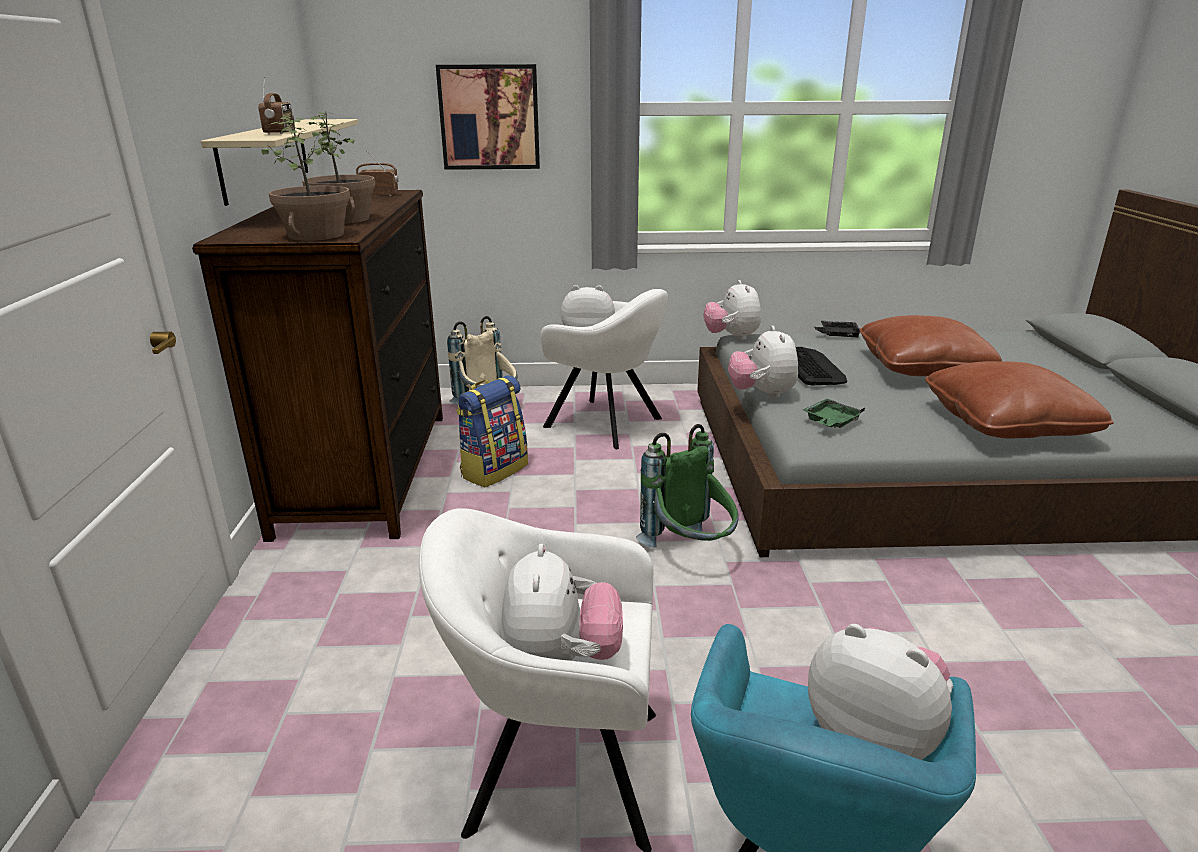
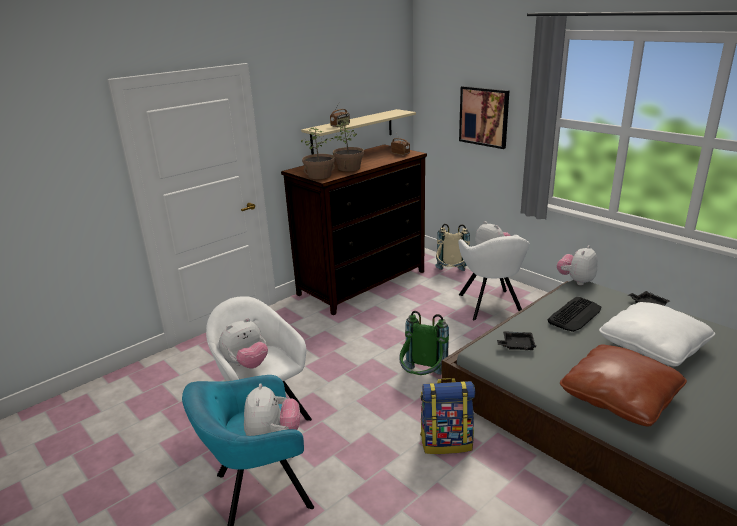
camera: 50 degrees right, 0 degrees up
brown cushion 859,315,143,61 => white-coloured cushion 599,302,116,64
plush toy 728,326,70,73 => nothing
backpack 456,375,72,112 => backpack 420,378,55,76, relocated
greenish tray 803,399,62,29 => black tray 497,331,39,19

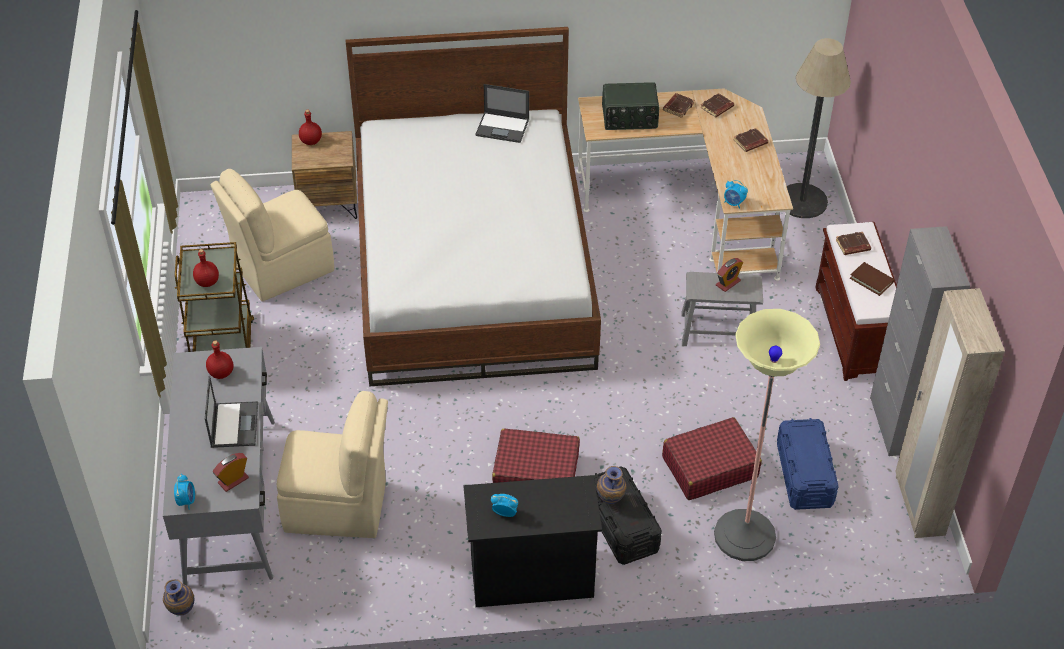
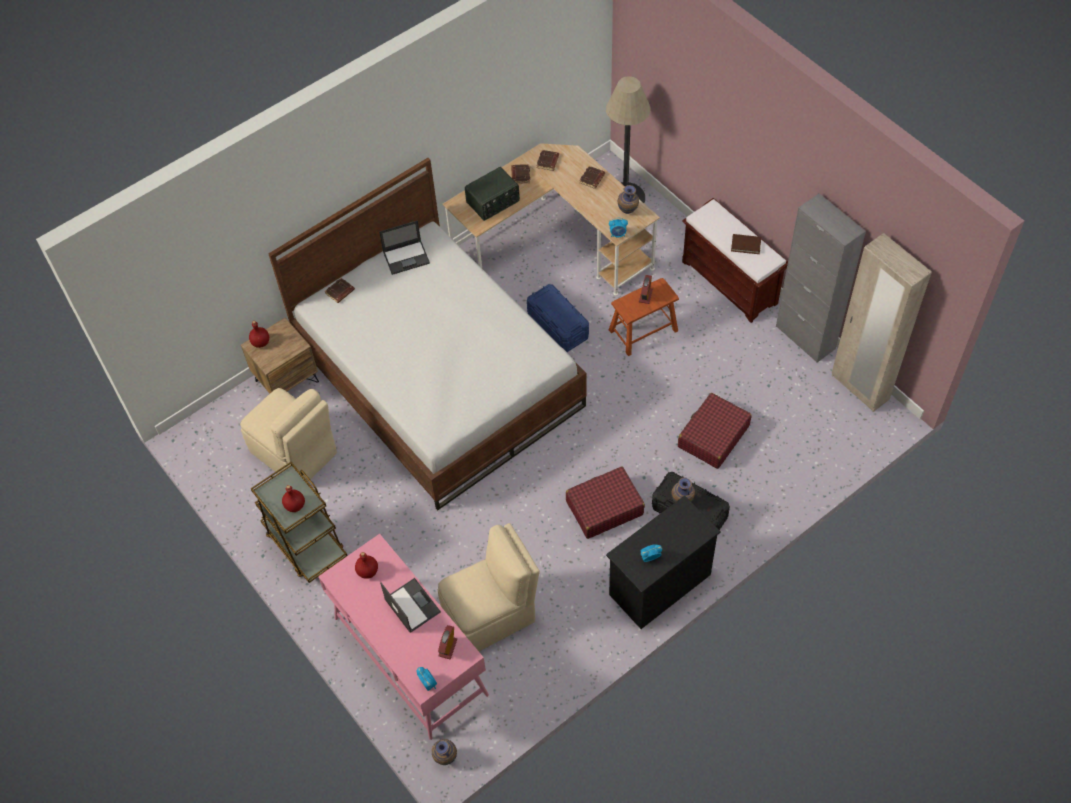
camera: 30 degrees left, 10 degrees up
sand-coloured upright chair 211,169,123,132 => sand-coloured upright chair 240,388,97,93, 75 degrees counterclockwise
brown volume 836,232,35,23 => brown volume 325,278,30,25, relocated
grey stool seat 681,272,82,74 => brown stool seat 609,278,70,78
floor lamp 714,309,106,252 => nothing
grey desk table 163,347,112,238 => pinkish desk table 318,534,171,206
bluish storage box 777,418,62,92 => bluish storage box 527,284,62,68, relocated
nothing => flower vase 618,185,21,29

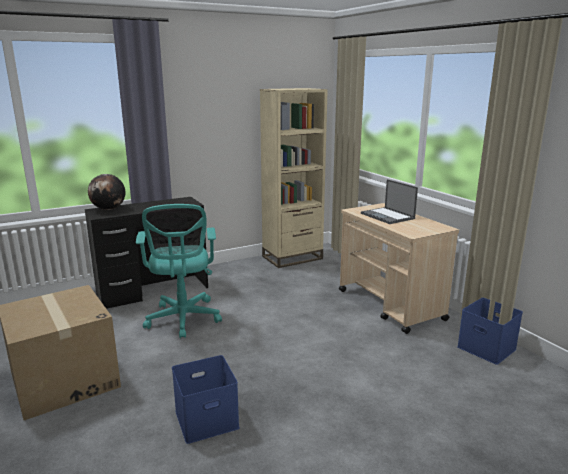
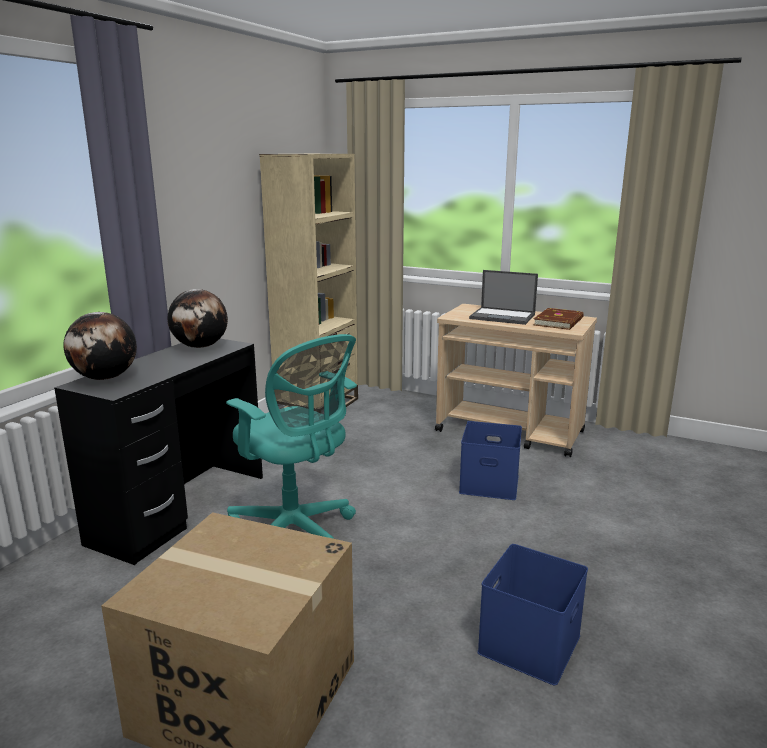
camera: 35 degrees left, 0 degrees up
bluish storage box 457,298,66,67 => bluish storage box 459,421,63,79, relocated
nothing => globe 167,289,61,59
nothing => brown volume 534,308,50,22

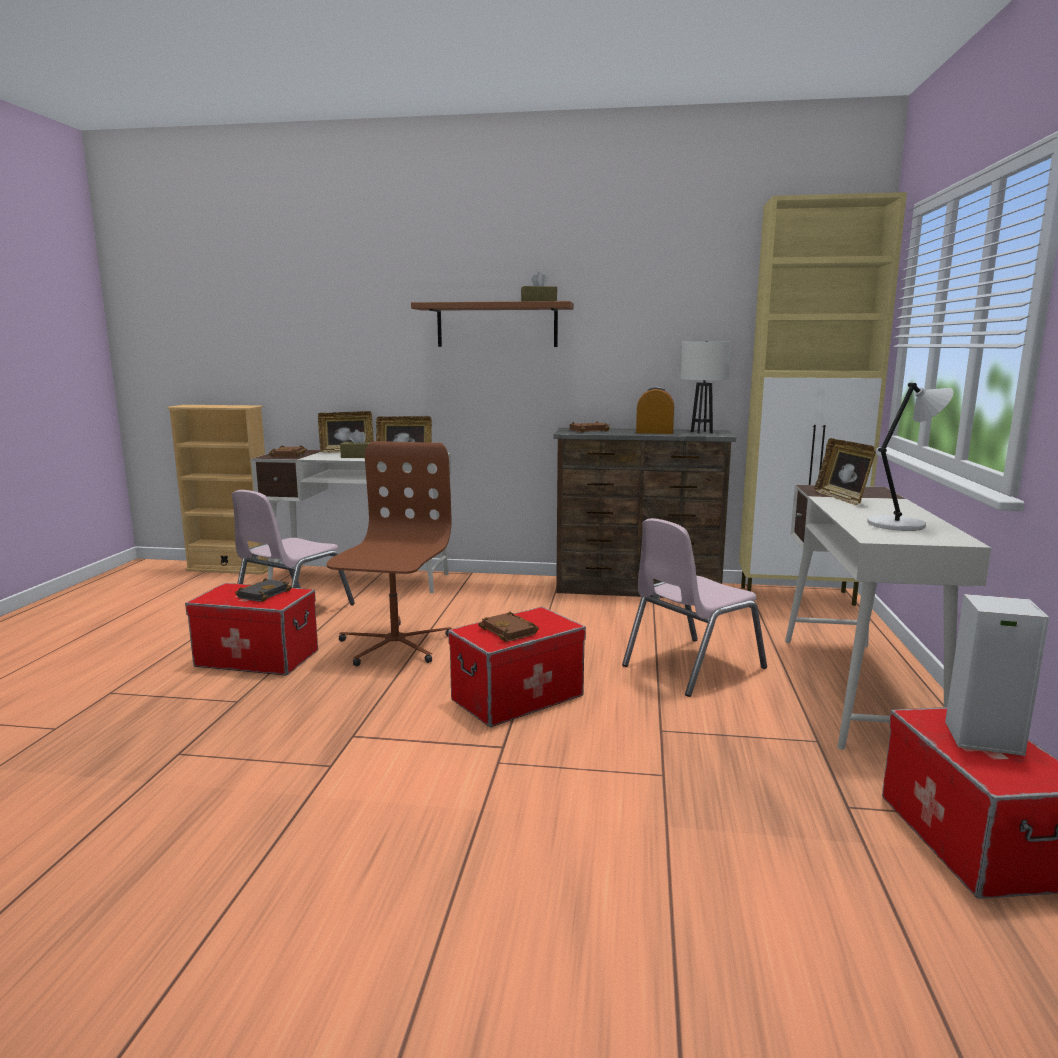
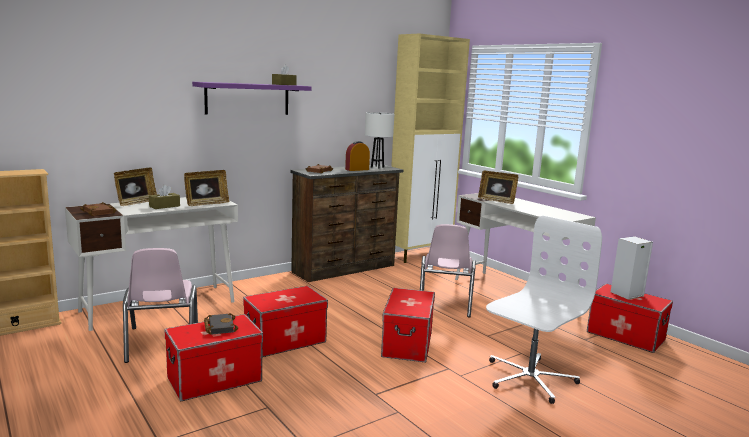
camera: 45 degrees left, 0 degrees up
brown wall shelf 411,301,163,46 => purple-coloured wall shelf 192,82,119,33
grey table lamp 867,383,86,148 => nothing
brown office chair 326,441,126,225 => storage box 243,286,85,71
brown volume 478,612,61,30 => nothing
nothing => white-coloured office chair 486,215,116,189

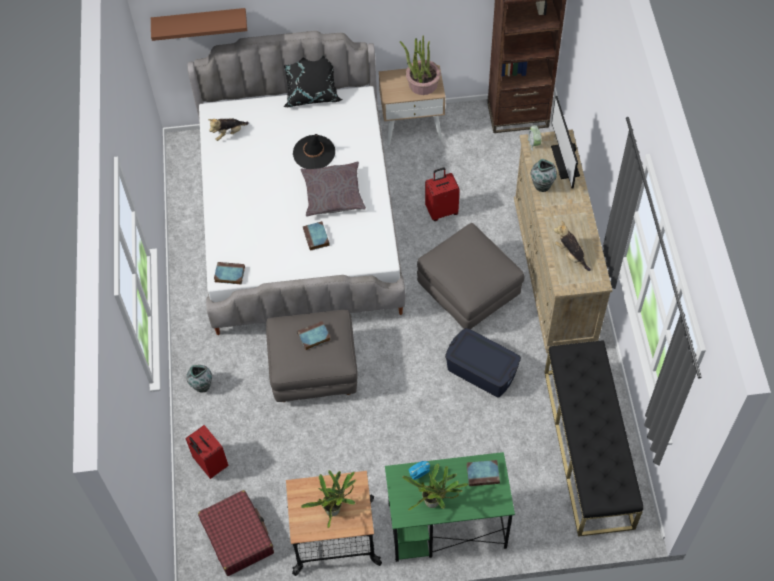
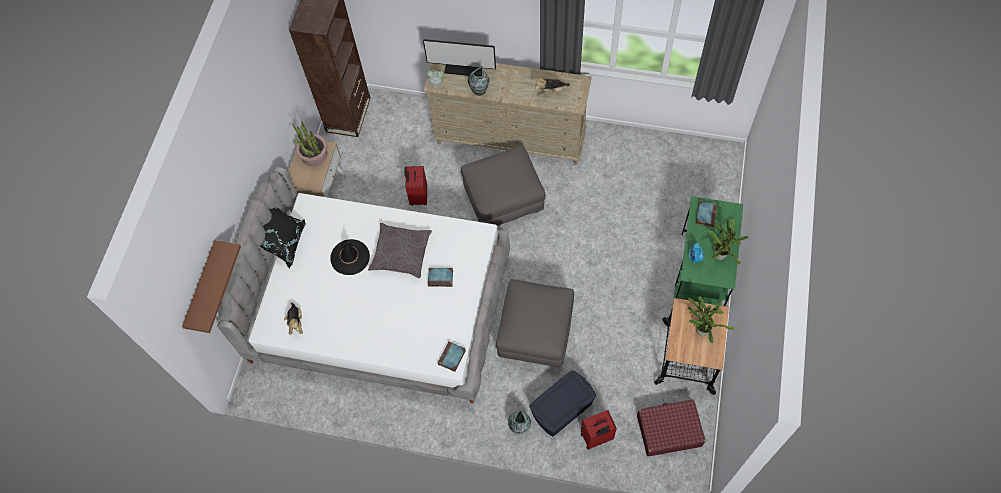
camera: 70 degrees left, 5 degrees up
volume 297,321,34,29 => nothing
bluish storage box 445,328,76,70 => bluish storage box 530,370,66,67, relocated
black long seat 544,340,100,197 => nothing

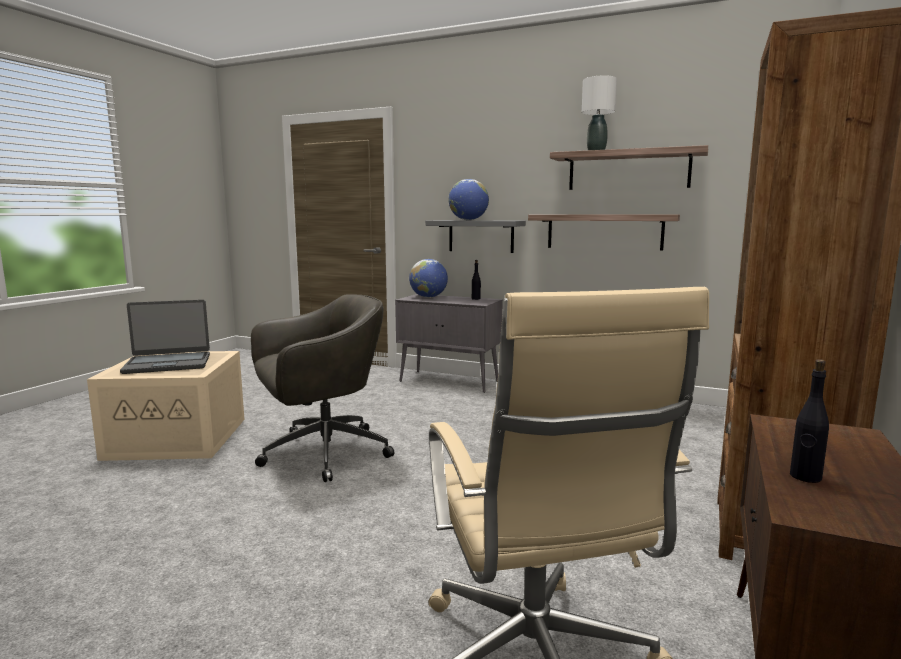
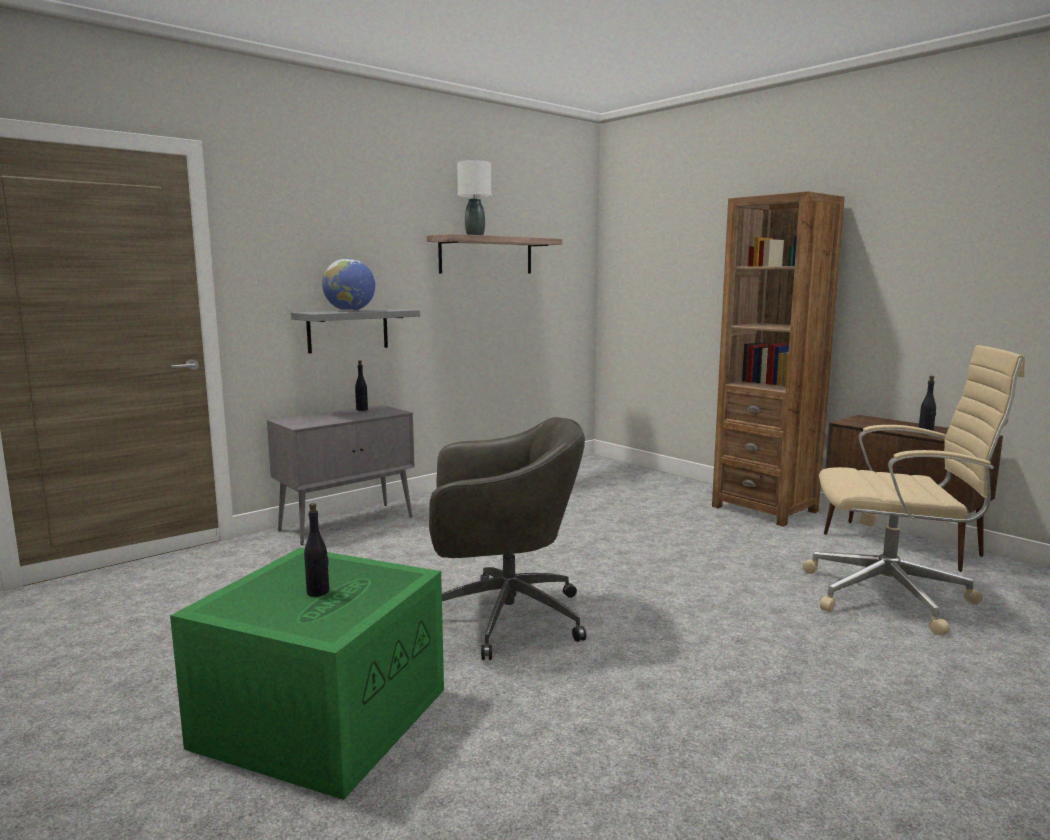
camera: 65 degrees left, 0 degrees up
wall shelf 528,214,152,37 => nothing
globe 409,259,39,39 => nothing
grey office chair 251,294,143,188 => grey office chair 429,417,158,243, 90 degrees clockwise
portable computer 120,300,90,74 => black drink bottle 304,503,25,94
sand-coloured storage box 87,351,157,110 => greenish storage box 170,548,274,252

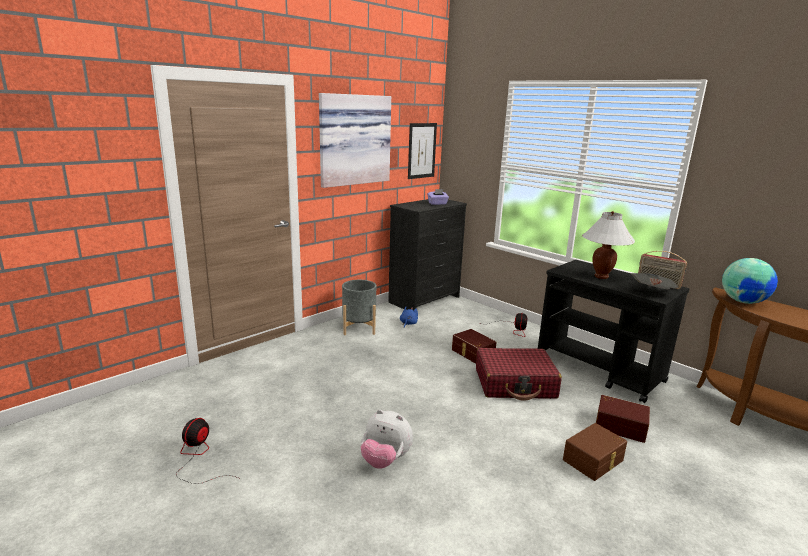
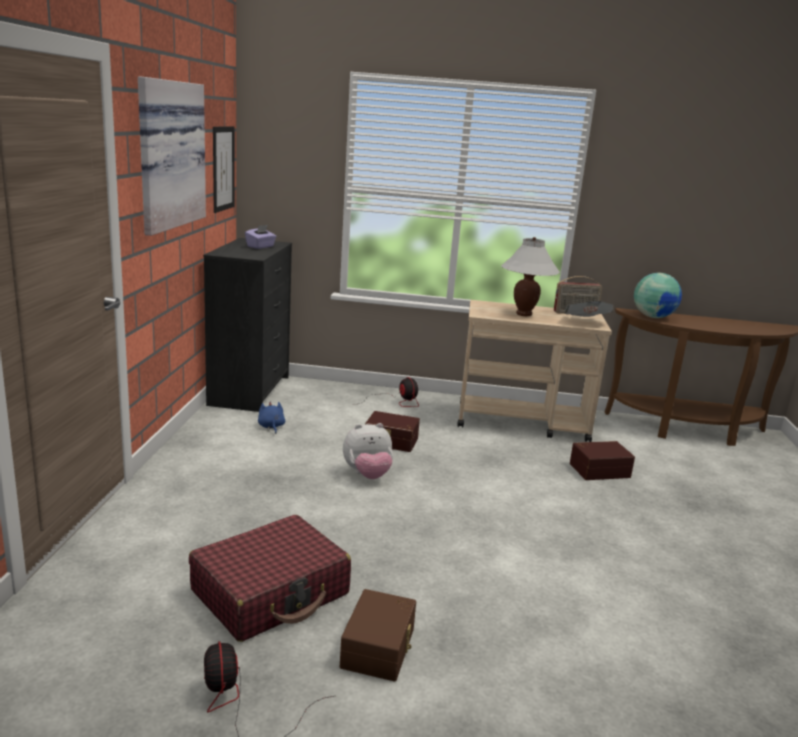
camera: 40 degrees left, 0 degrees up
black wheeled cart 538,260,151,143 => sand-coloured wheeled cart 457,300,155,142
grey flower pot 342,280,34,55 => nothing
reddish suitcase 476,348,86,53 => reddish suitcase 189,515,162,127, relocated
plush toy 361,409,52,60 => plush toy 343,423,50,56, relocated
brown storage box 563,423,64,58 => brown storage box 340,589,76,92, relocated

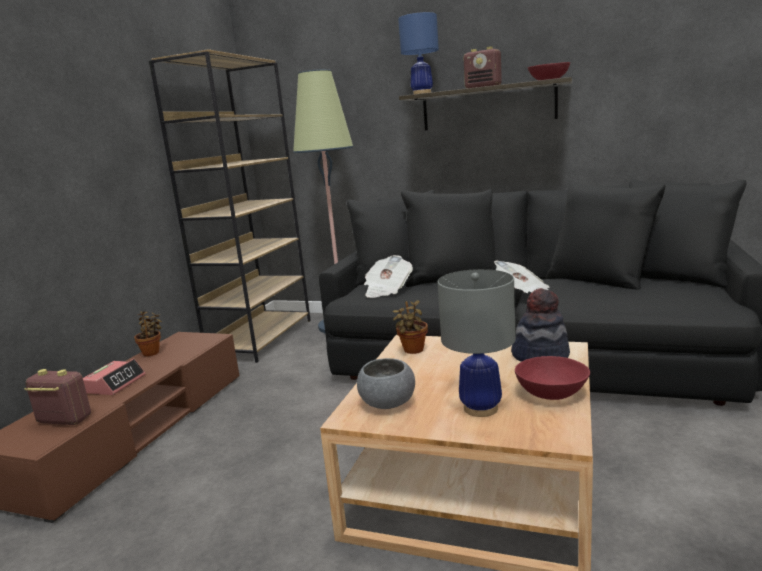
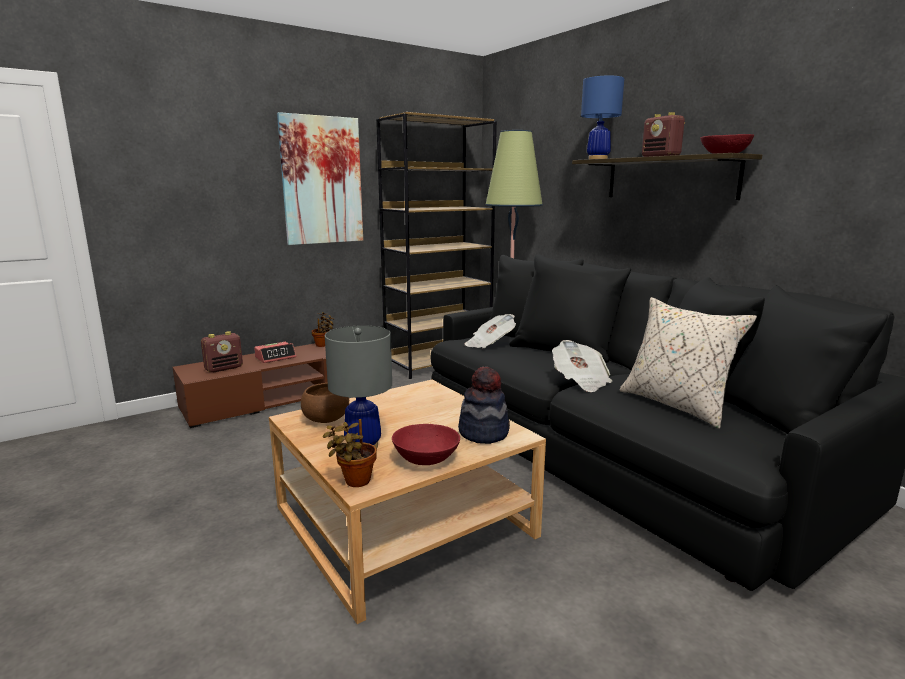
camera: 35 degrees right, 0 degrees up
houseplant 393,300,35,54 => houseplant 323,419,54,68, relocated
grey bowl 357,358,58,51 => brown bowl 301,383,48,40
radio set 24,369,67,56 => radio set 201,331,42,42, 90 degrees clockwise
nothing => wall art 277,112,86,133
nothing => sand-coloured cushion 620,297,137,132

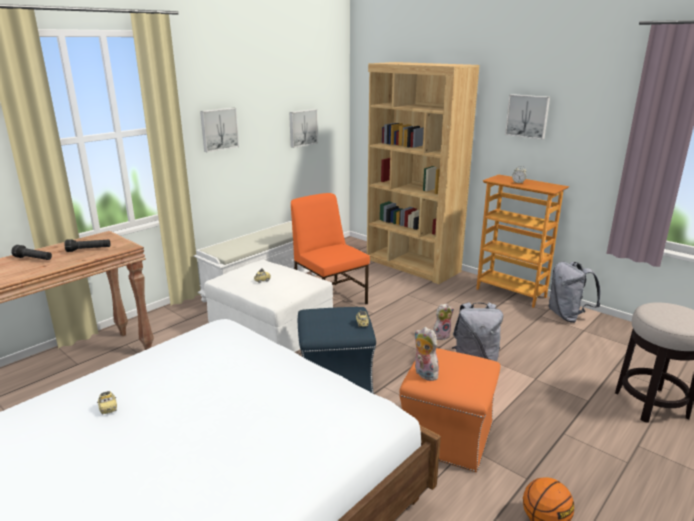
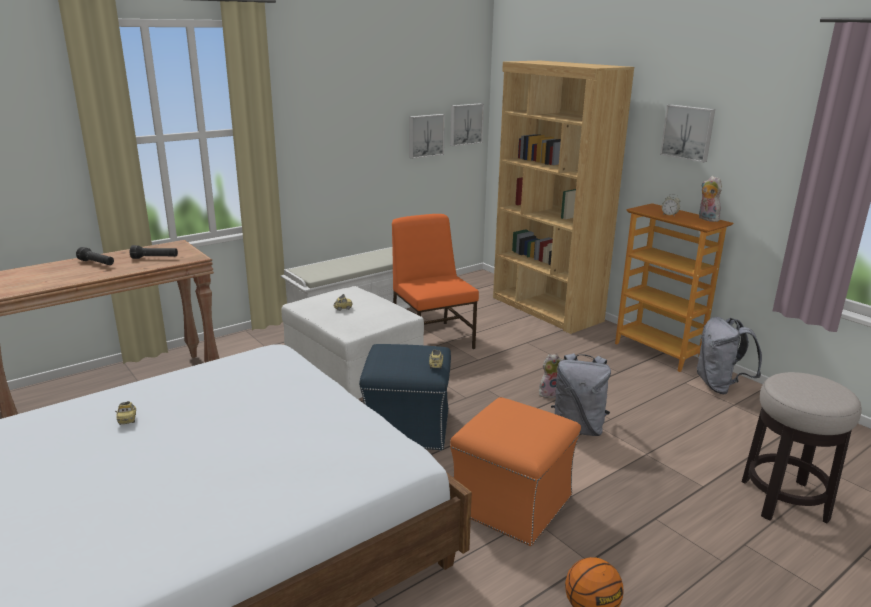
camera: 10 degrees right, 0 degrees up
wall art 200,108,39,44 => wall art 450,103,34,43, relocated
plush toy 415,327,24,54 => plush toy 699,176,23,46, relocated

